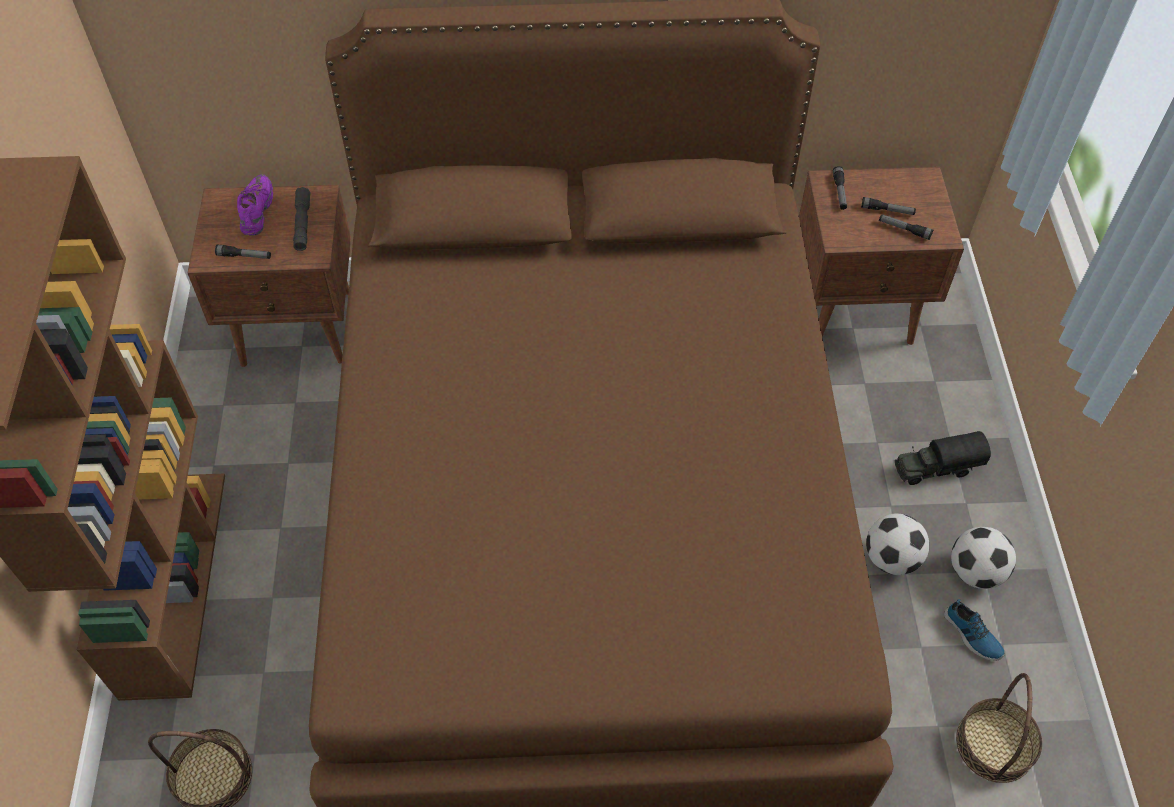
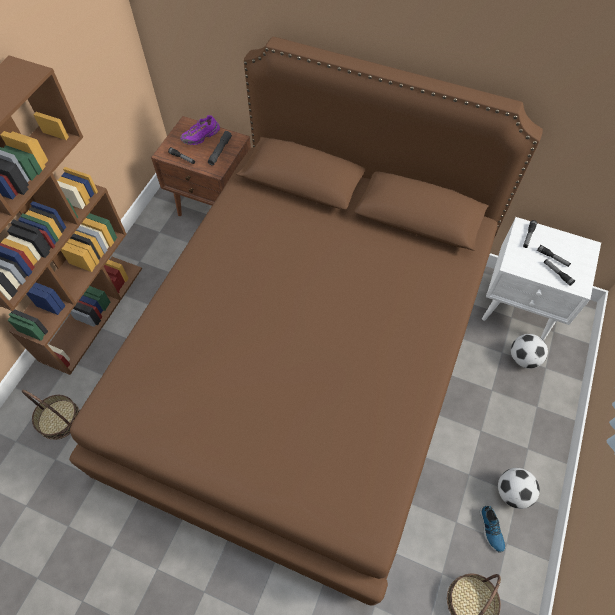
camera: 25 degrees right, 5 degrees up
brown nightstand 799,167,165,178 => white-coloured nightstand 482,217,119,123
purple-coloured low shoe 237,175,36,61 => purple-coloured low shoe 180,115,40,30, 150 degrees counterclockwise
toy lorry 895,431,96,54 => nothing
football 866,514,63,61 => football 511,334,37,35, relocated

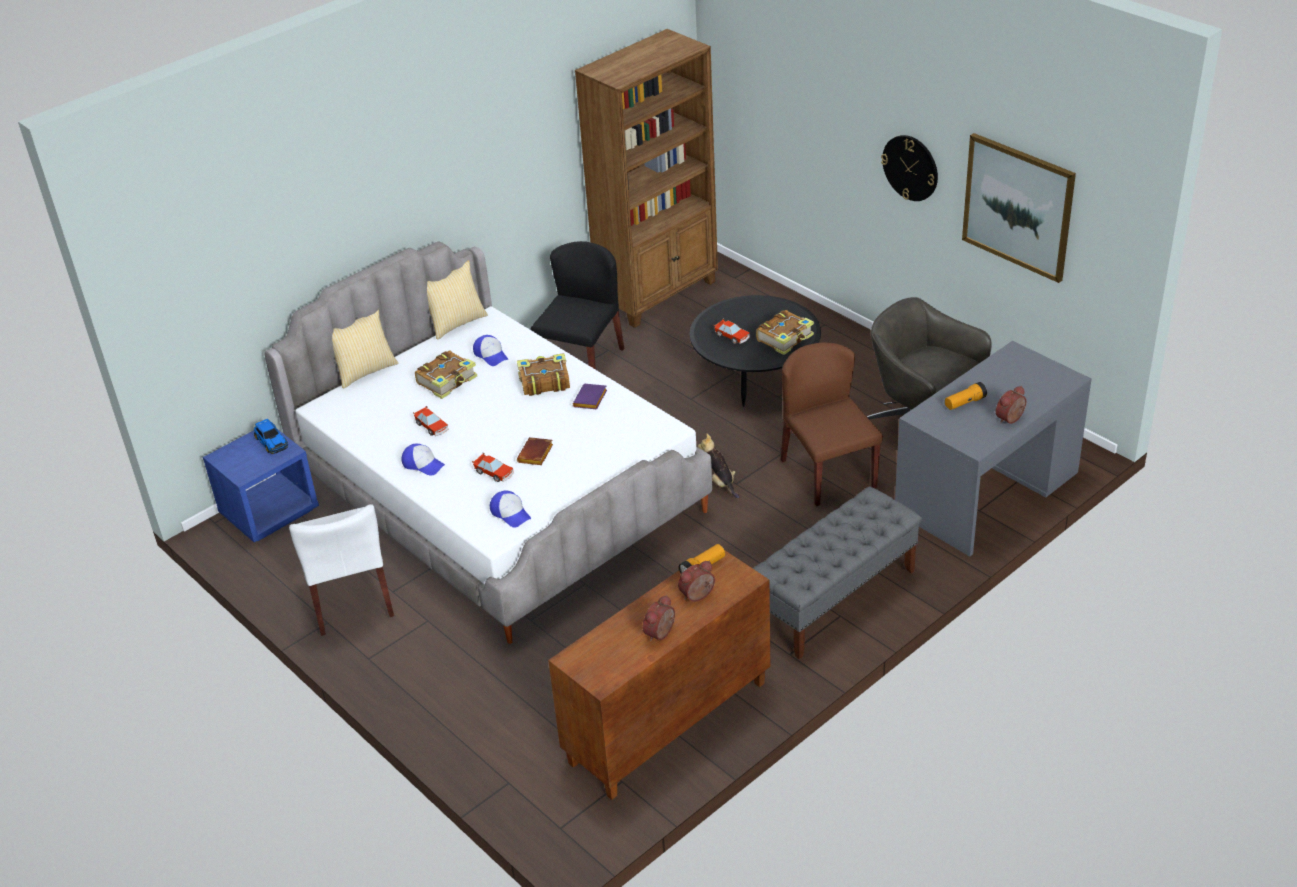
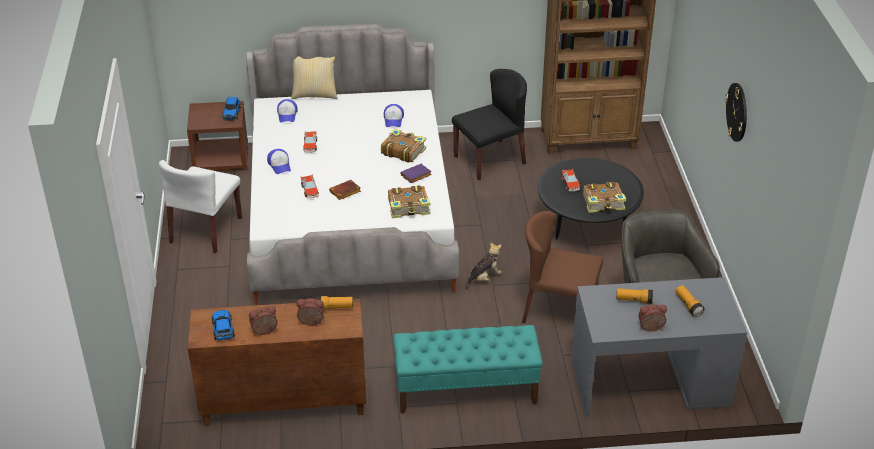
camera: 35 degrees right, 0 degrees up
wall art 962,133,114,150 => nothing
cushion 427,260,61,80 => nothing
brown upright chair 781,342,102,164 => brown upright chair 522,211,81,112, 90 degrees counterclockwise
volume 415,350,62,49 => volume 388,185,42,33, relocated
bluish nightstand 203,430,116,112 => brown nightstand 187,101,61,70
plush toy 698,434,42,65 => plush toy 465,242,37,47, 45 degrees clockwise
grey long seat 753,486,169,173 => blue-green long seat 394,325,149,89
peaked cap 490,490,41,38 => peaked cap 277,99,21,23, relocated
nothing => torch 676,285,28,32
nothing => miniature car 212,310,23,31

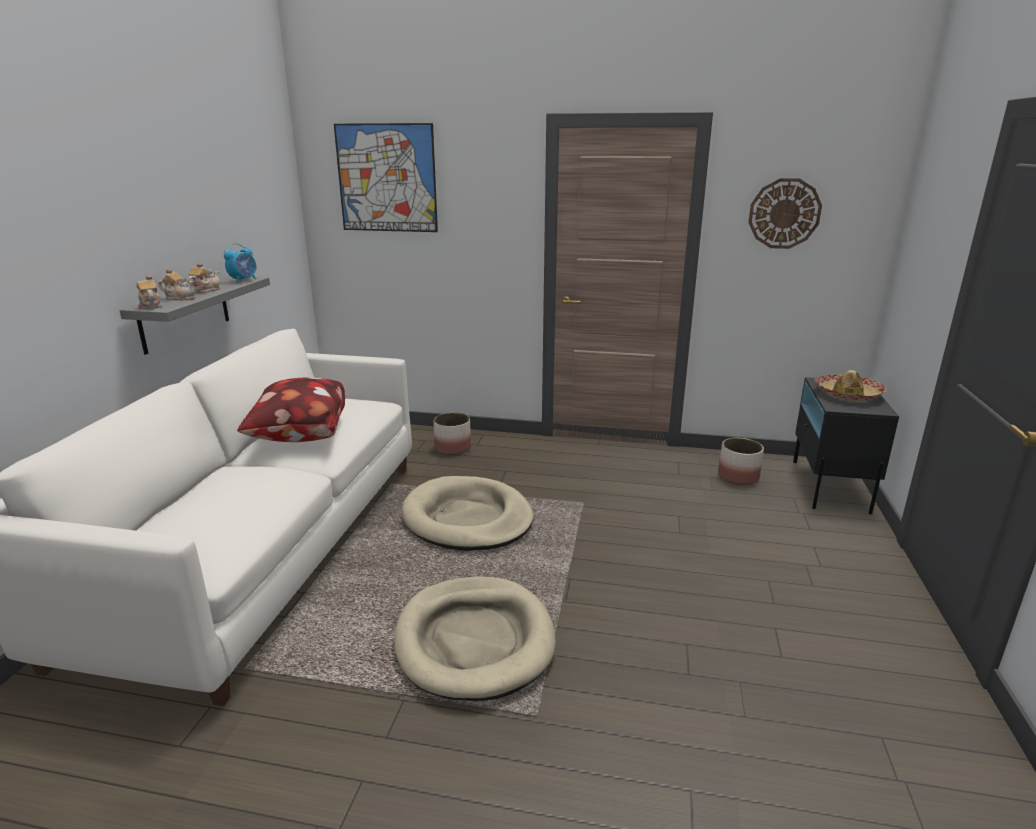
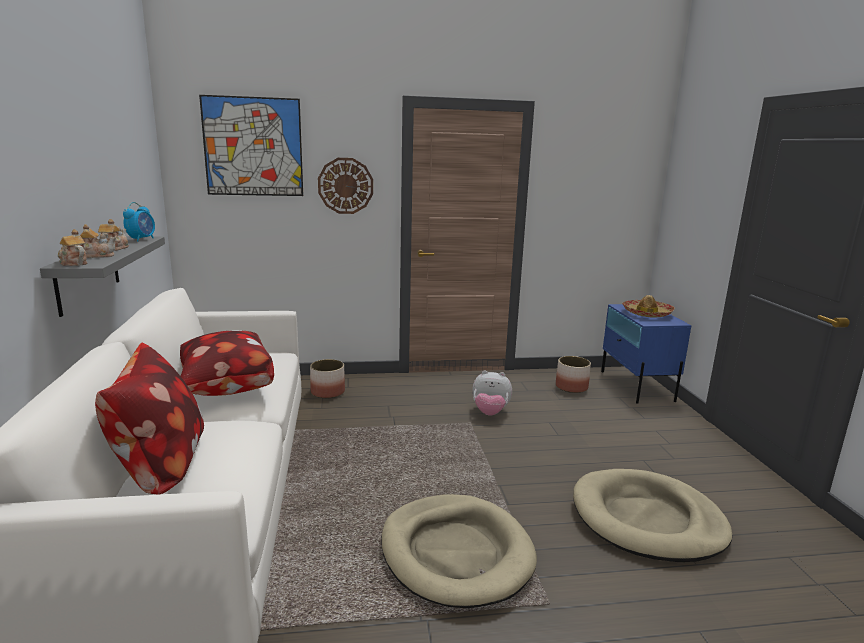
camera: 20 degrees left, 5 degrees down
wall clock 748,178,74,71 => wall clock 318,158,55,56, relocated
black nightstand 793,377,106,137 => bluish nightstand 601,304,91,100
sand-coloured dog cushion 402,476,132,75 => sand-coloured dog cushion 573,469,159,93, relocated
nothing => cushion 95,343,109,152
nothing => plush toy 472,370,40,46

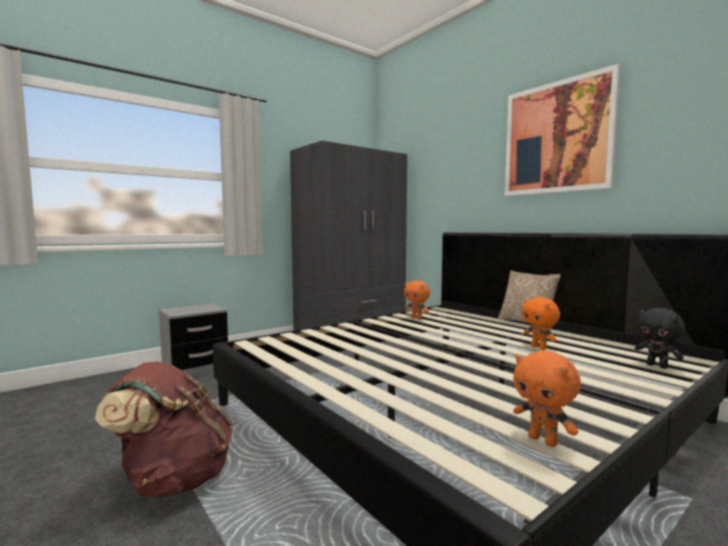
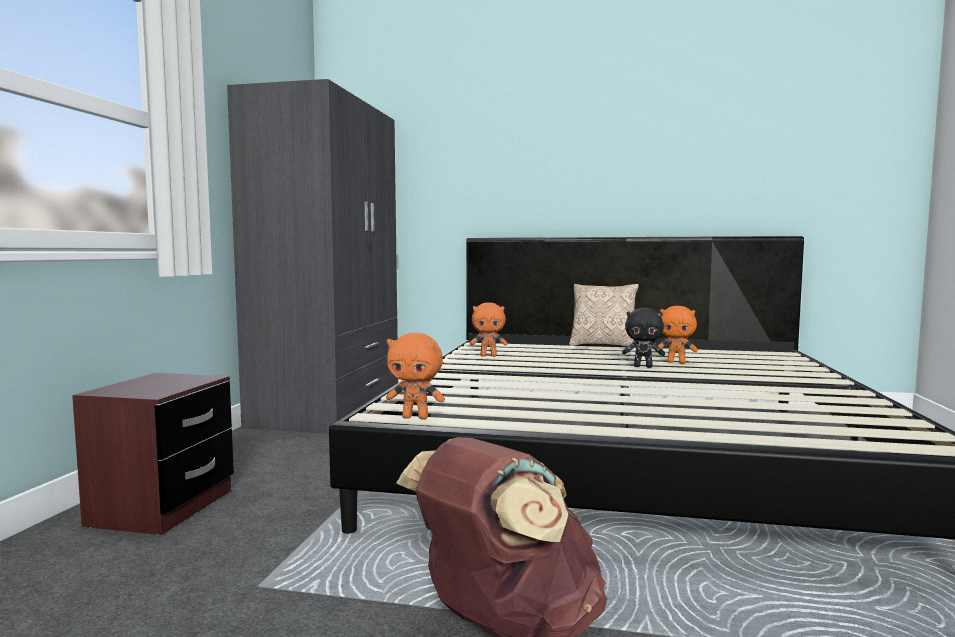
camera: 40 degrees left, 0 degrees up
wall art 505,64,116,132 => nothing
grey nightstand 159,303,69,74 => brown nightstand 72,373,162,162
black plush toy 635,308,50,61 => black plush toy 622,308,43,60, relocated
orange plush toy 513,351,68,96 => orange plush toy 386,333,59,86, relocated

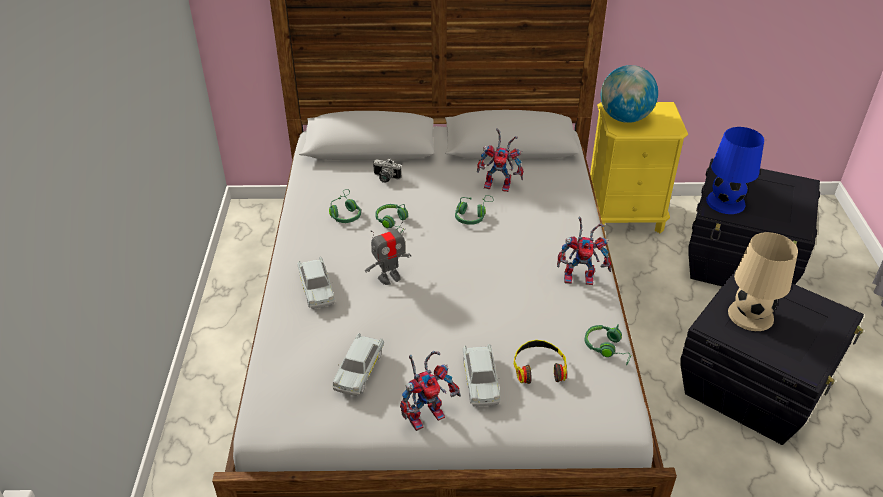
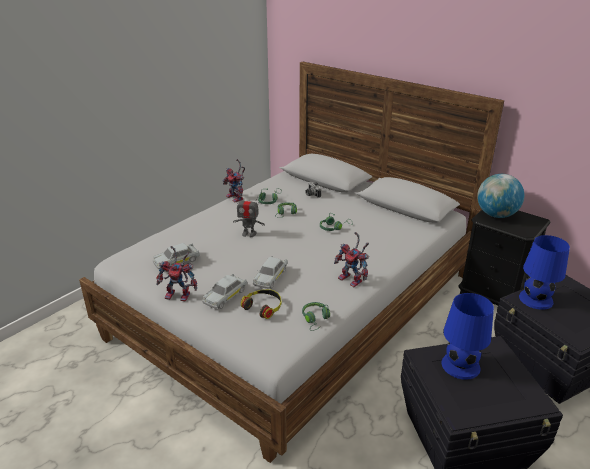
camera: 40 degrees right, 10 degrees down
yellowish nightstand 590,102,98,131 => black nightstand 458,210,93,95
robot figure 477,128,47,64 => robot figure 223,159,22,44, relocated
sand-coloured table lamp 728,232,70,99 => bluish table lamp 442,293,52,87
white-coloured miniature car 297,257,38,52 => white-coloured miniature car 253,256,35,33, relocated

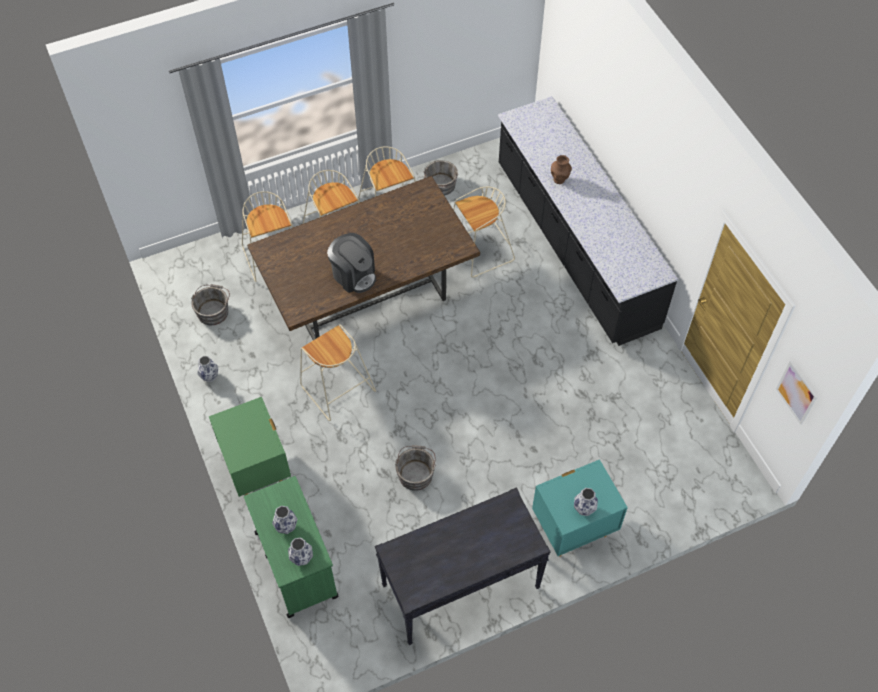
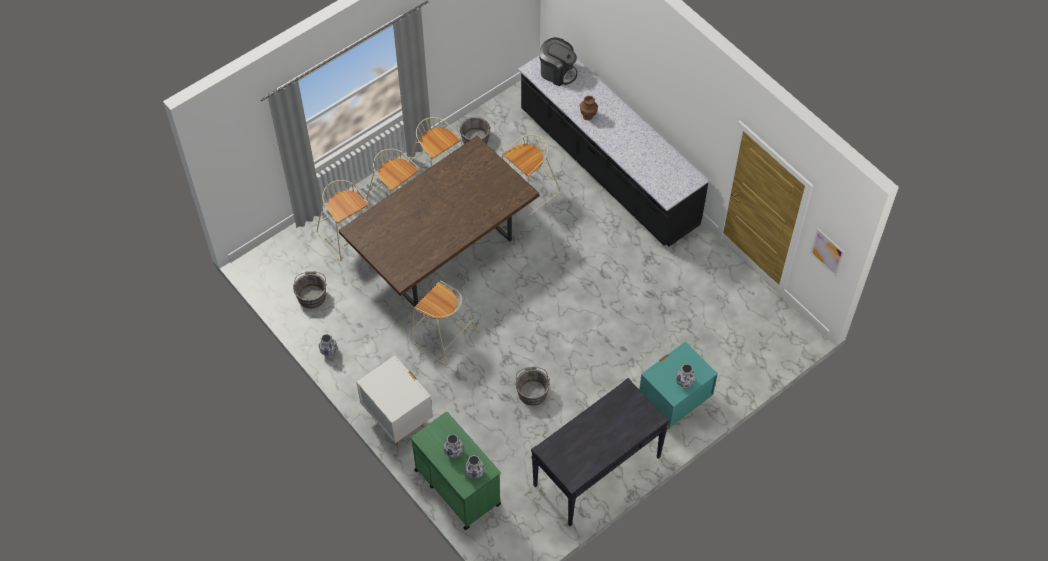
camera: 15 degrees left, 0 degrees up
coffee machine 327,233,49,60 => coffee machine 539,37,38,49, relocated
greenish nightstand 209,397,82,100 => white-coloured nightstand 356,356,77,89

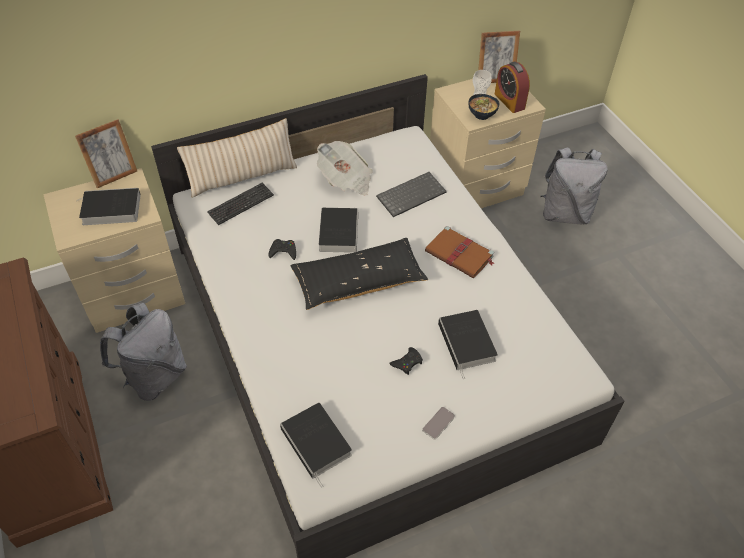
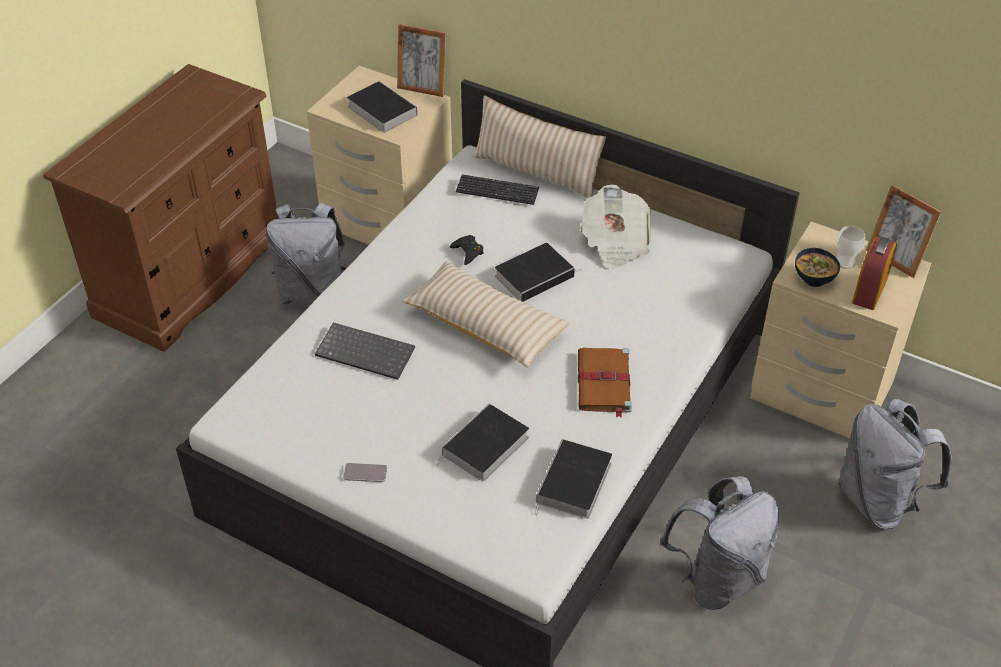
camera: 55 degrees right, 5 degrees down
PC keyboard 376,172,71,45 => PC keyboard 315,323,100,57, relocated
black cushion 290,238,138,72 => sand-coloured cushion 402,261,168,106
black game controller 389,347,34,28 => nothing
volume 280,403,72,85 => volume 535,439,77,80, relocated
nothing => grey backpack 660,476,119,134

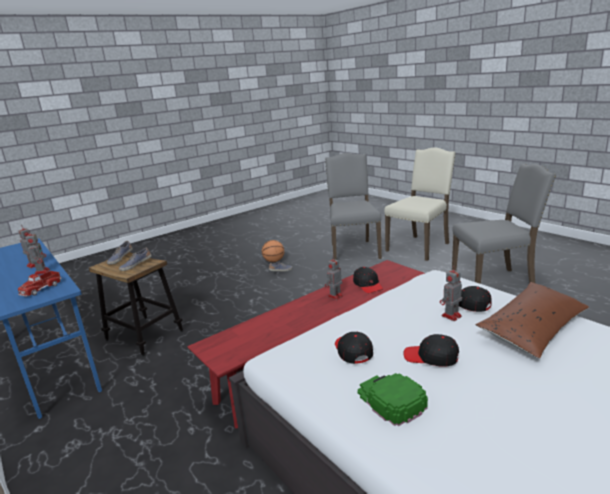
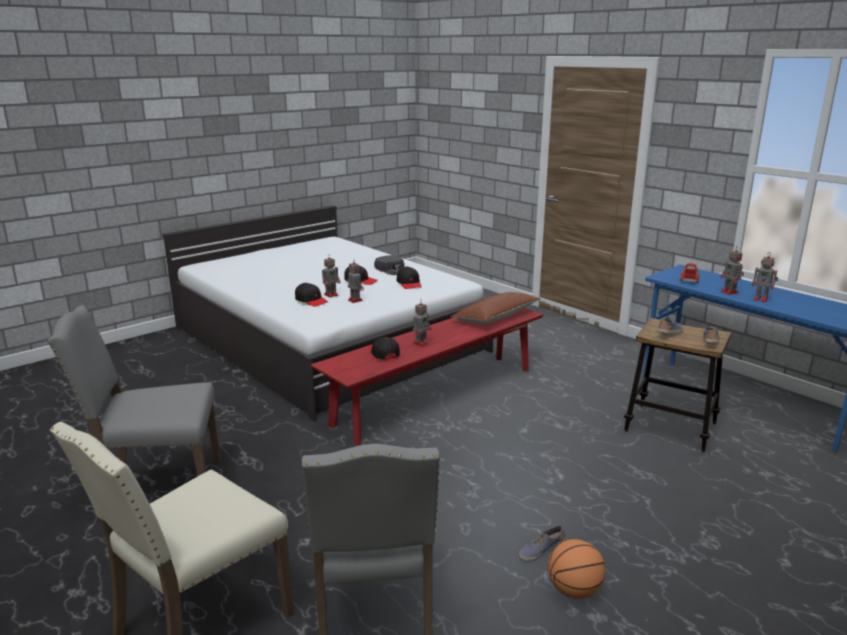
camera: 175 degrees right, 0 degrees up
brown cushion 476,282,113,77 => brown cushion 451,292,90,32, relocated
greenish peaked cap 357,373,71,53 => black peaked cap 374,255,31,20
nothing => robot figure 347,259,17,44

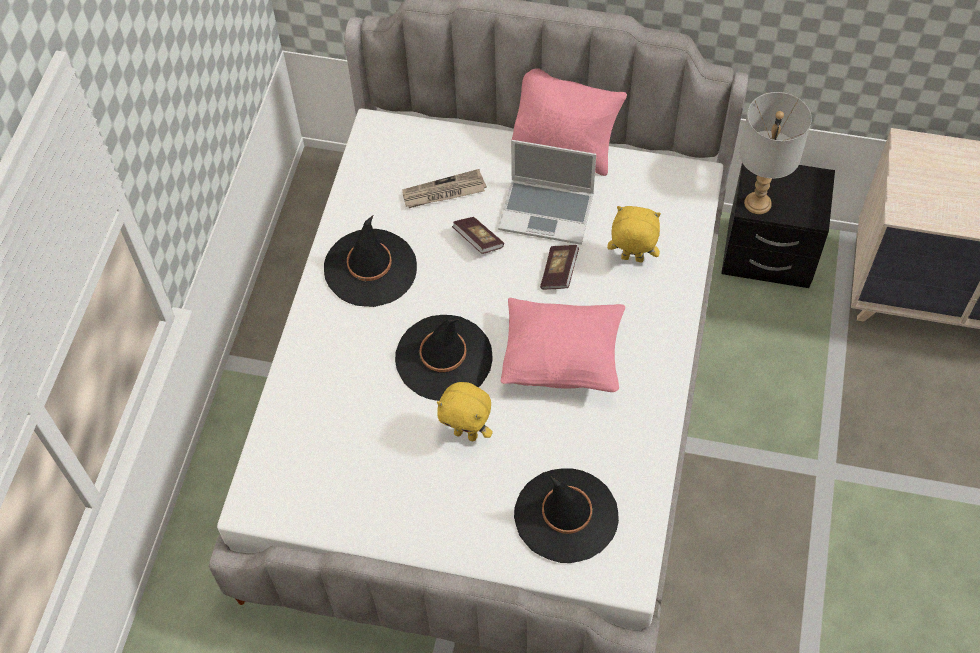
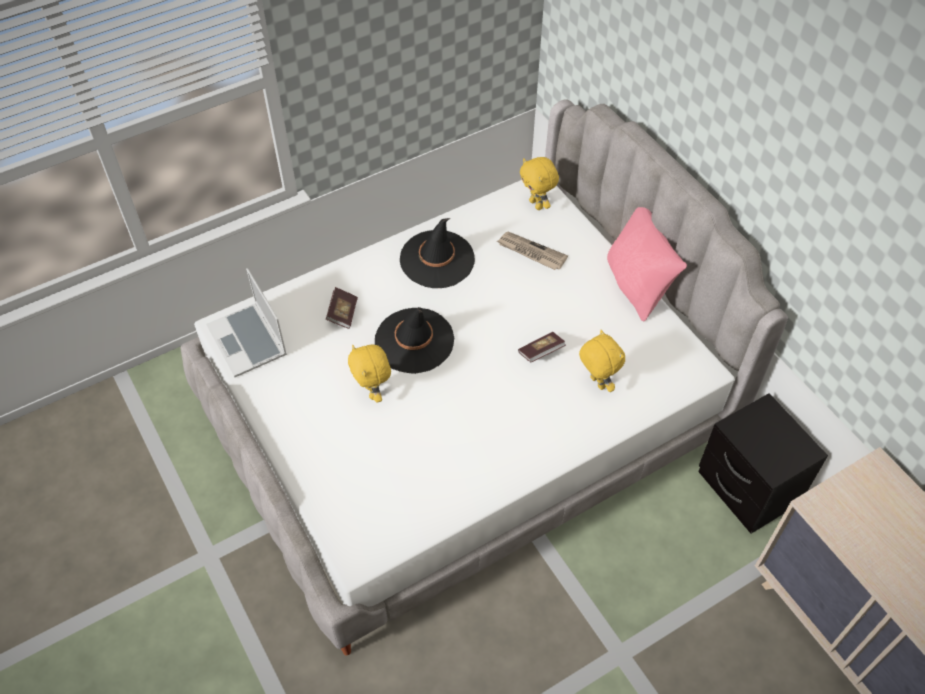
camera: 45 degrees right, 5 degrees down
grey table lamp 739,92,73,122 => nothing
portable computer 498,140,98,105 => portable computer 206,268,81,109, relocated
volume 452,217,52,37 => volume 326,287,32,42, relocated
pinkish cushion 501,298,124,94 => nothing
black wearable hat 514,468,105,95 => nothing
nothing => yellowish plush toy 520,157,39,53

